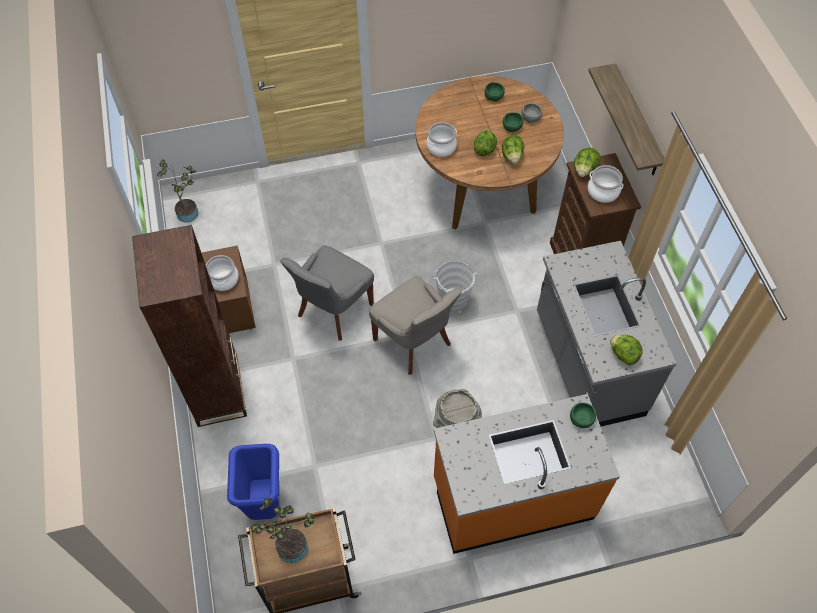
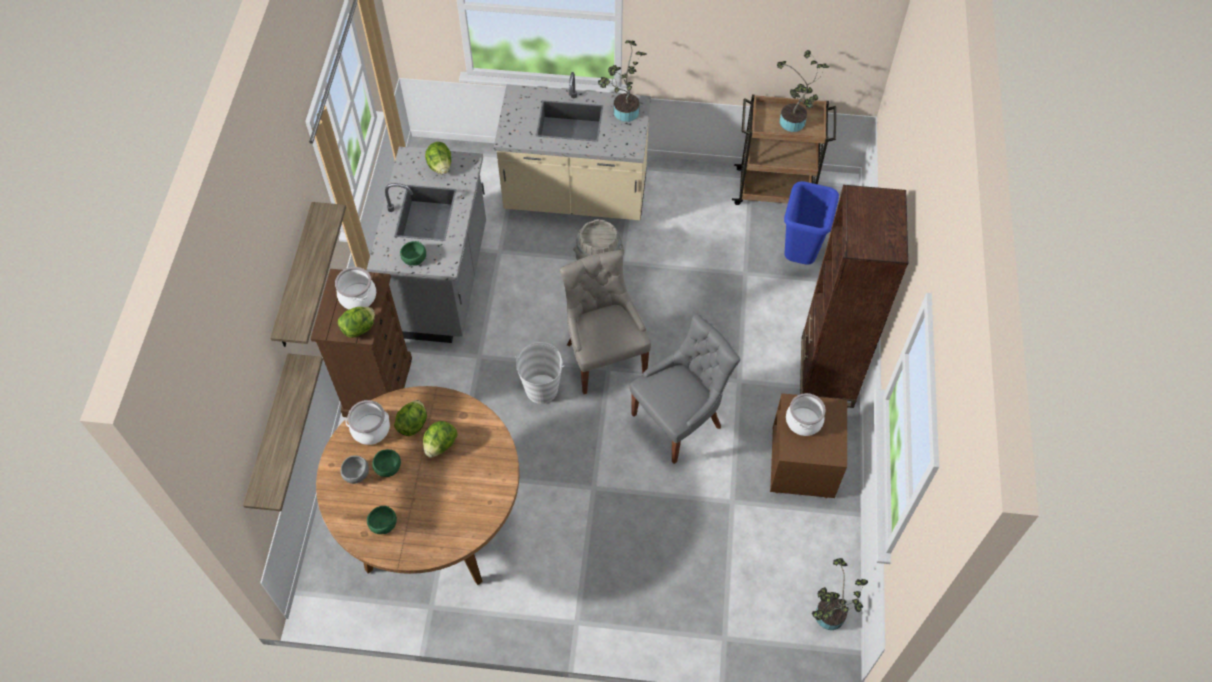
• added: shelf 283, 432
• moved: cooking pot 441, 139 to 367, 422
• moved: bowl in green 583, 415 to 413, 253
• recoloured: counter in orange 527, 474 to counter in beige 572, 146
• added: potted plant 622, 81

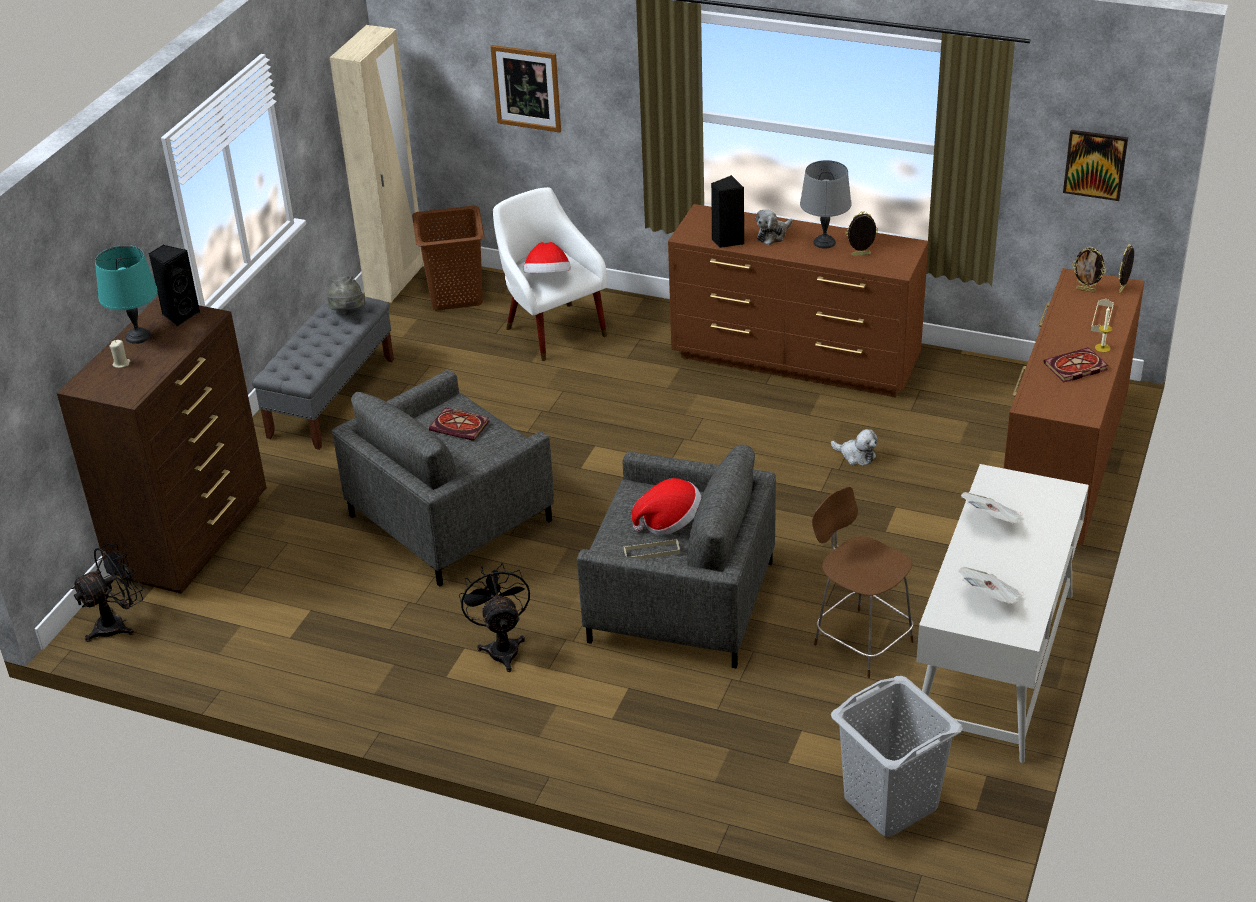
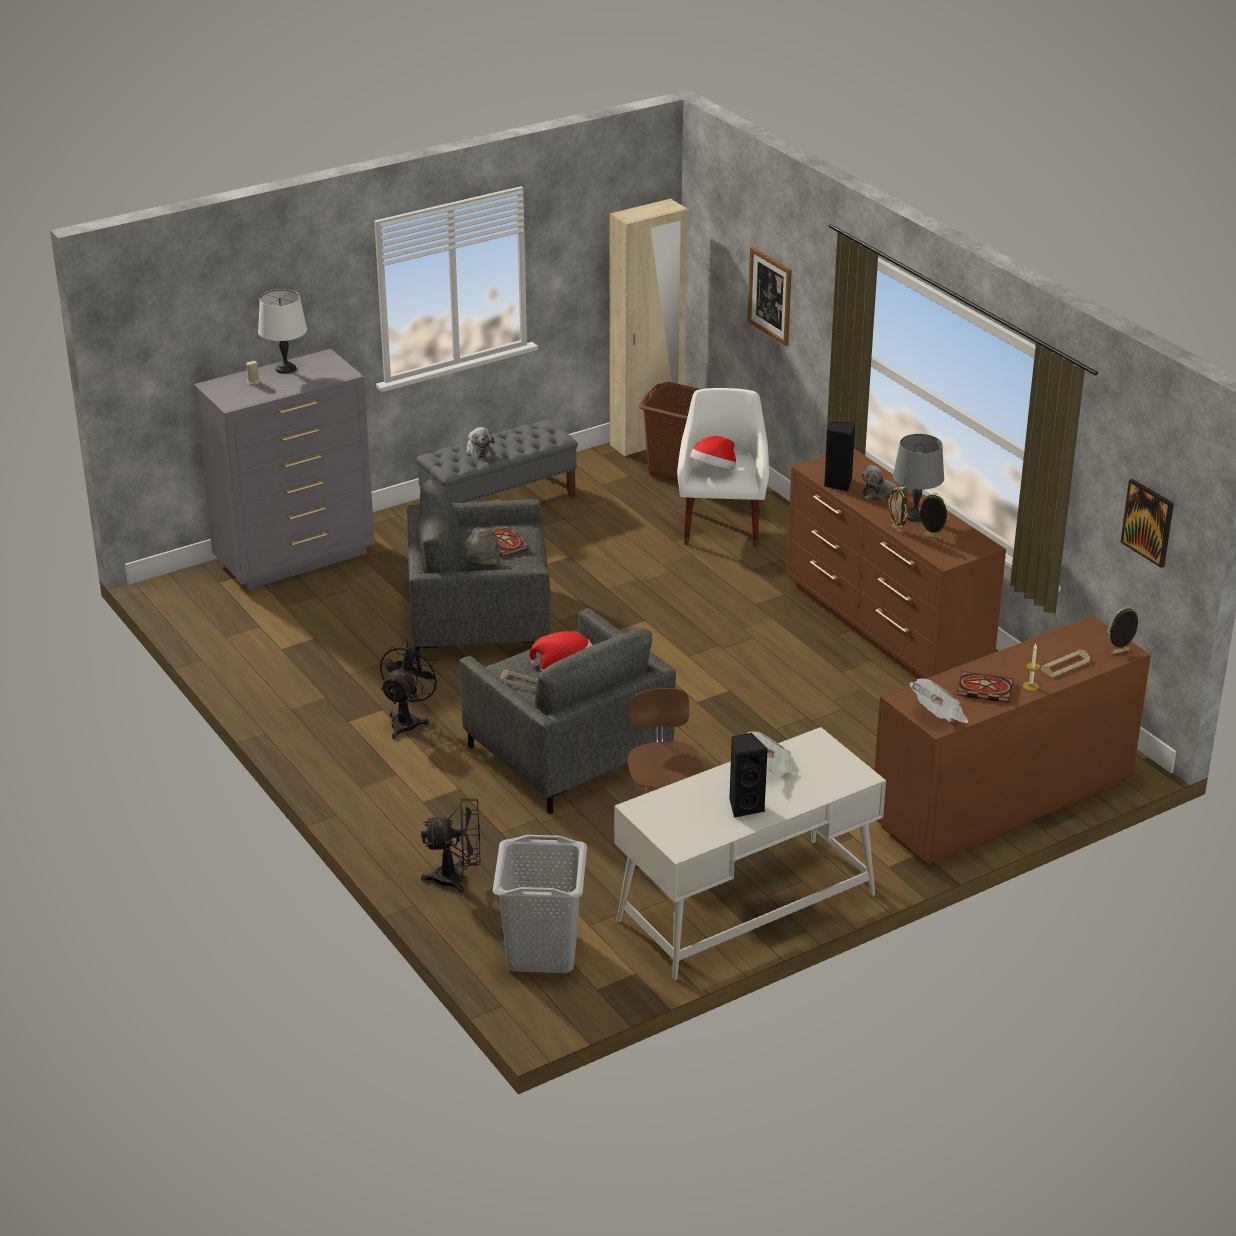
• recoloured: dresser in brown 162, 445 to dresser in grey 284, 469
• recoloured: table lamp in turquoise 126, 294 to table lamp in white 282, 331
• moved: fan in black 107, 592 to 450, 845
• moved: hat in grey 346, 293 to 481, 546
• moved: plush toy 854, 447 to 480, 443
• moved: speaker in black 174, 285 to 748, 775
• moved: picture frame 1089, 270 to 898, 511
• moved: newspaper 991, 585 to 939, 701

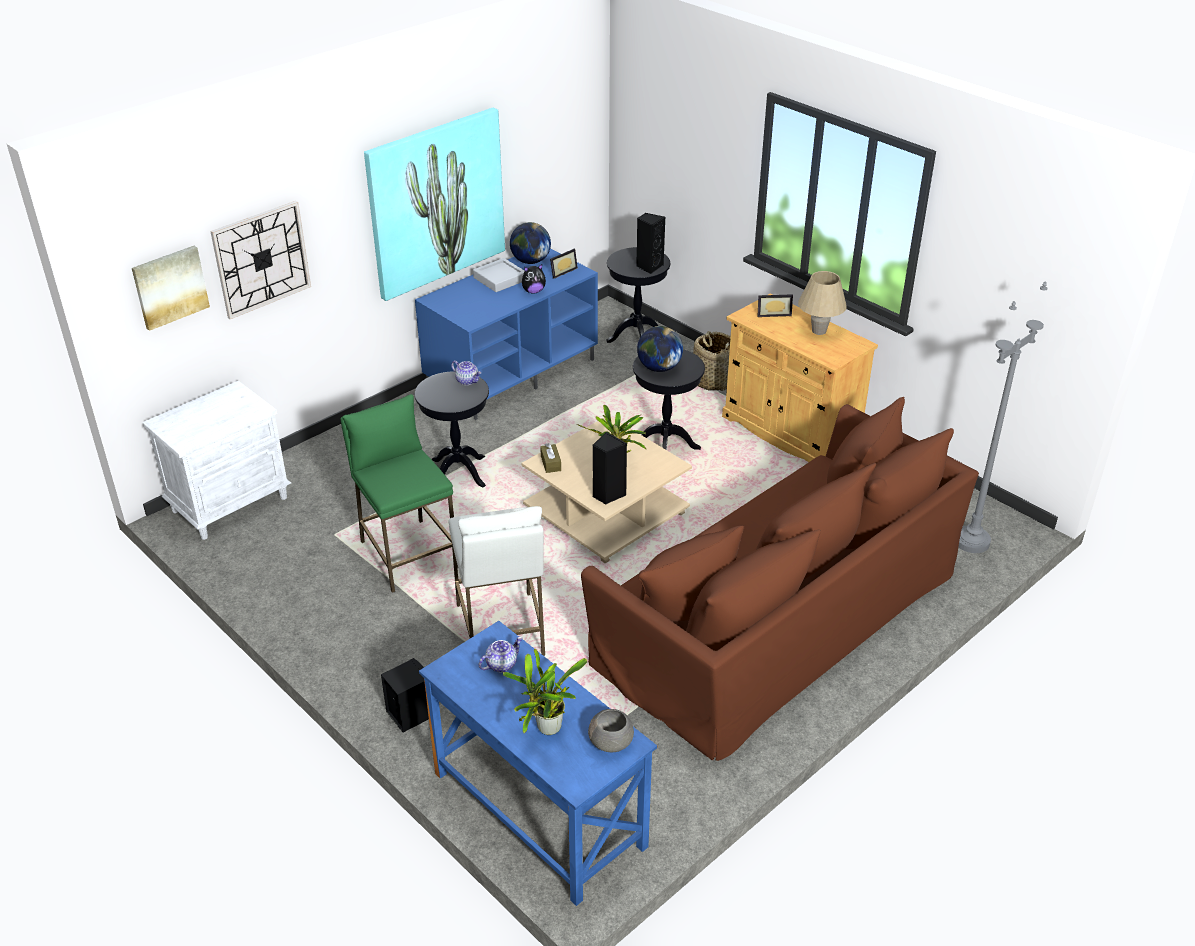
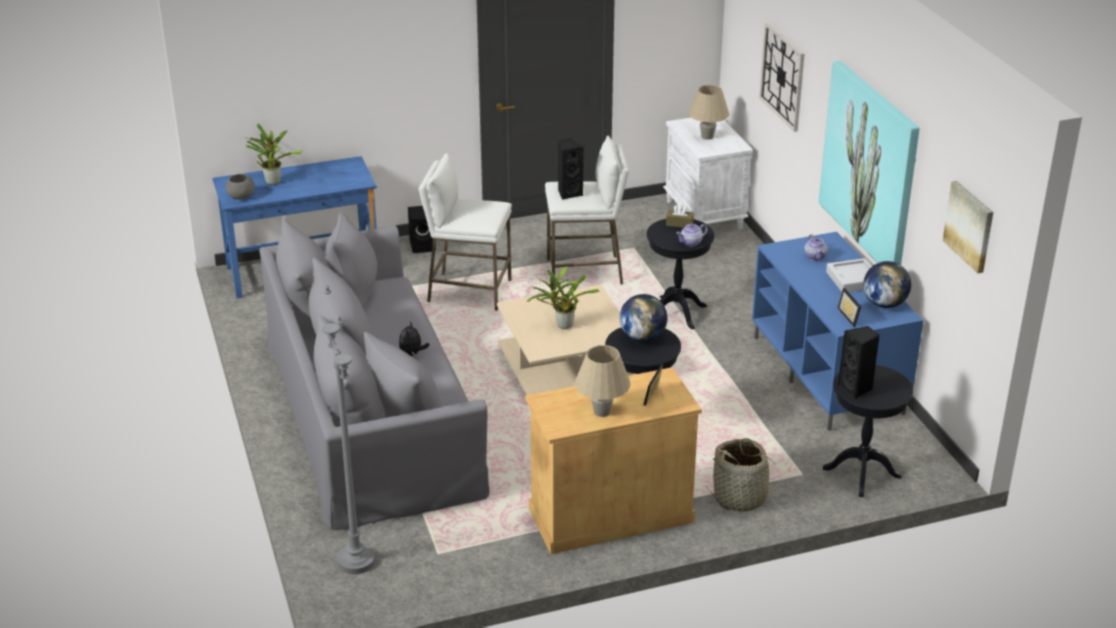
• recoloured: sofa in brown 780, 579 to sofa in grey 374, 370
• moved: plush toy 534, 279 to 414, 338
• recoloured: stool in green 399, 493 to stool in white 587, 210
• moved: speaker in black 610, 468 to 571, 169
• moved: tissue box in brown 550, 458 to 680, 216
• added: table lamp in beige 708, 112
• moved: teapot 501, 654 to 815, 247
• moved: picture 171, 288 to 968, 227

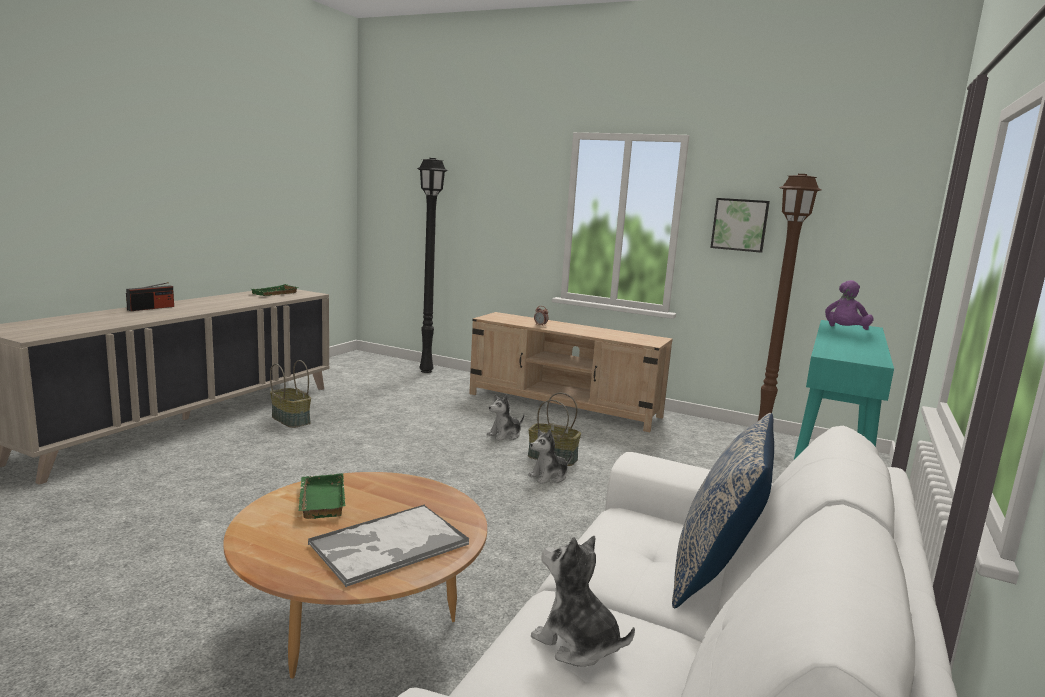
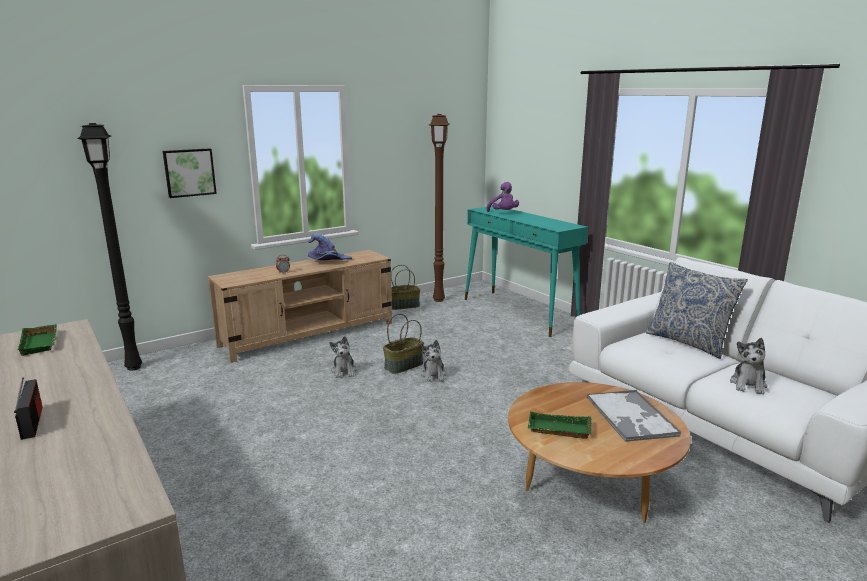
• moved: picture 740, 225 to 190, 173
• added: hat in purple 330, 247
• moved: basket 290, 394 to 405, 287
• turned: plush toy 583, 601 = 748, 366 45 degrees counterclockwise

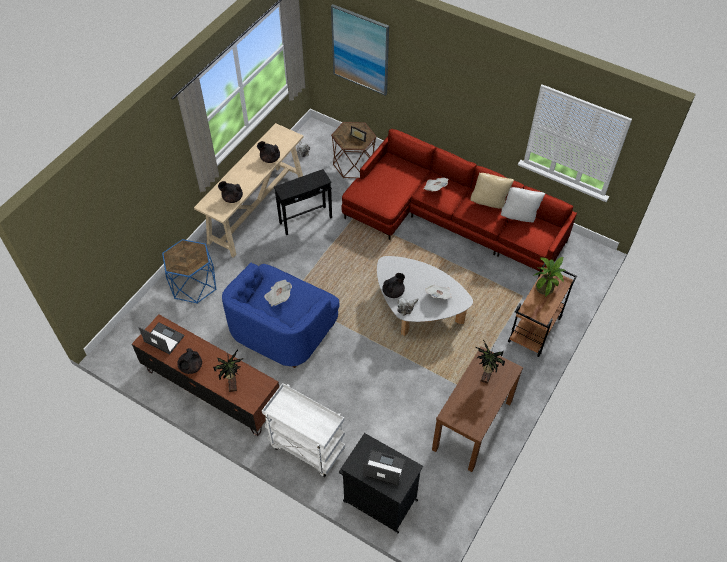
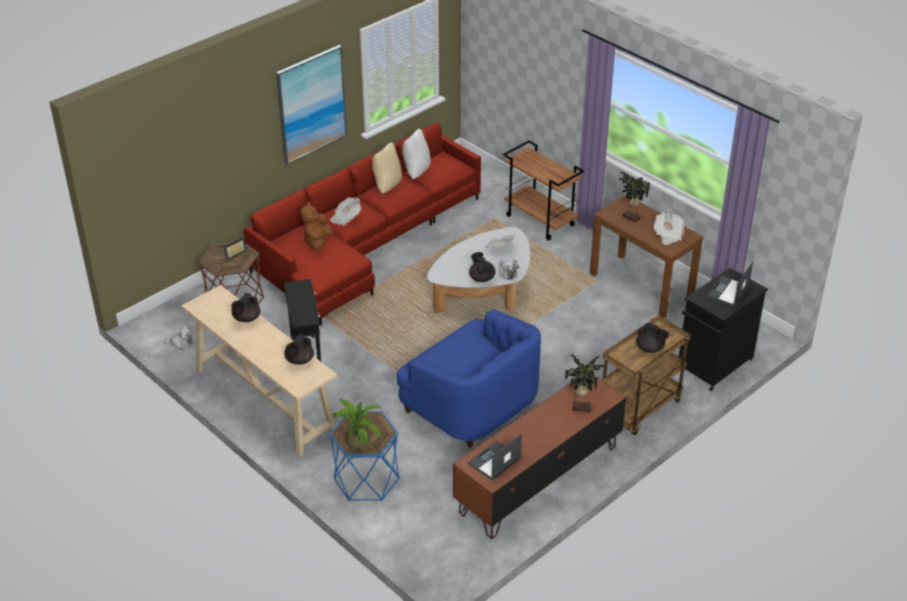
• moved: picture 360, 50 to 311, 105
• added: plush toy in brown 316, 226
• moved: potted plant 550, 277 to 357, 425
• recoloured: cart in white 303, 430 to cart in brown 646, 375
• moved: teapot in black 189, 361 to 652, 338
• moved: newspaper 278, 293 to 668, 227

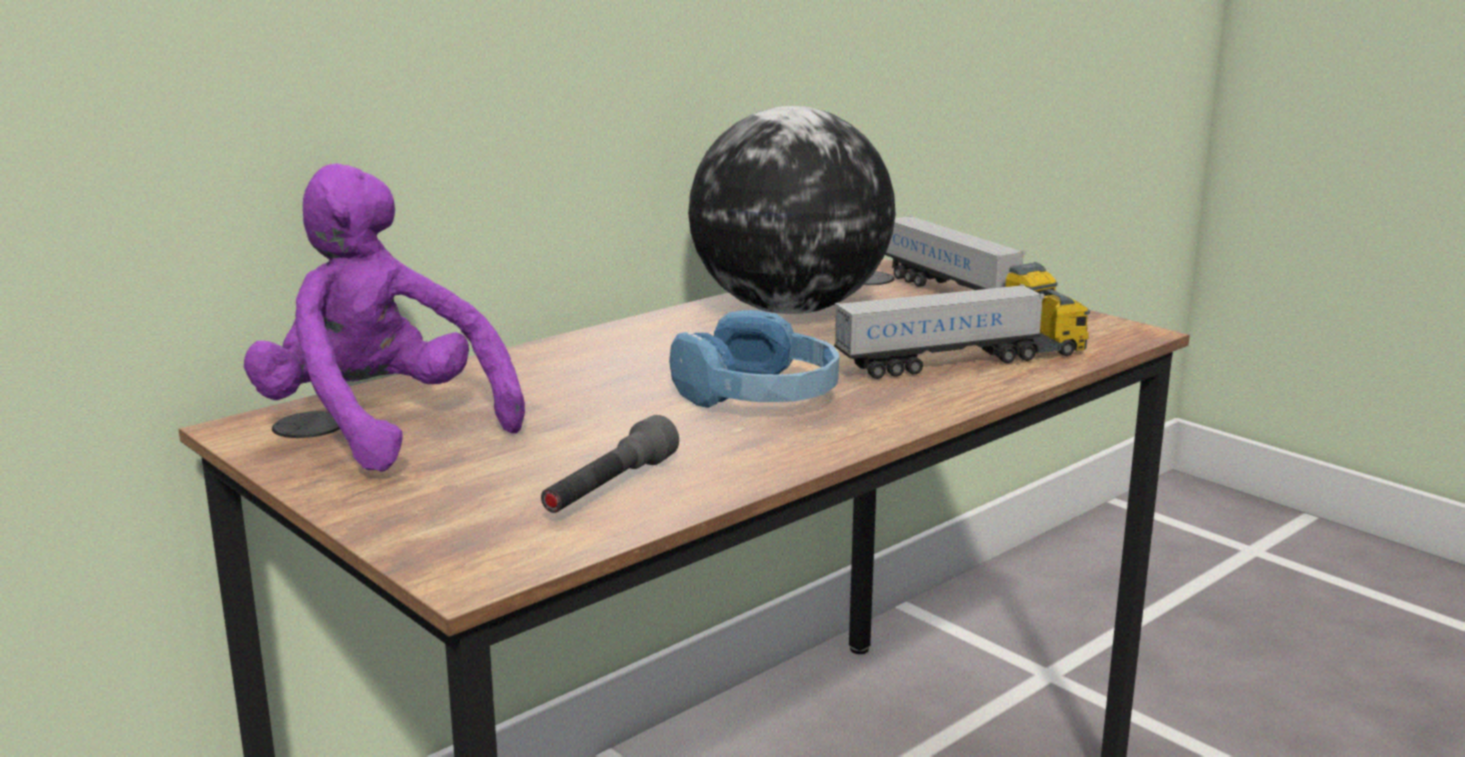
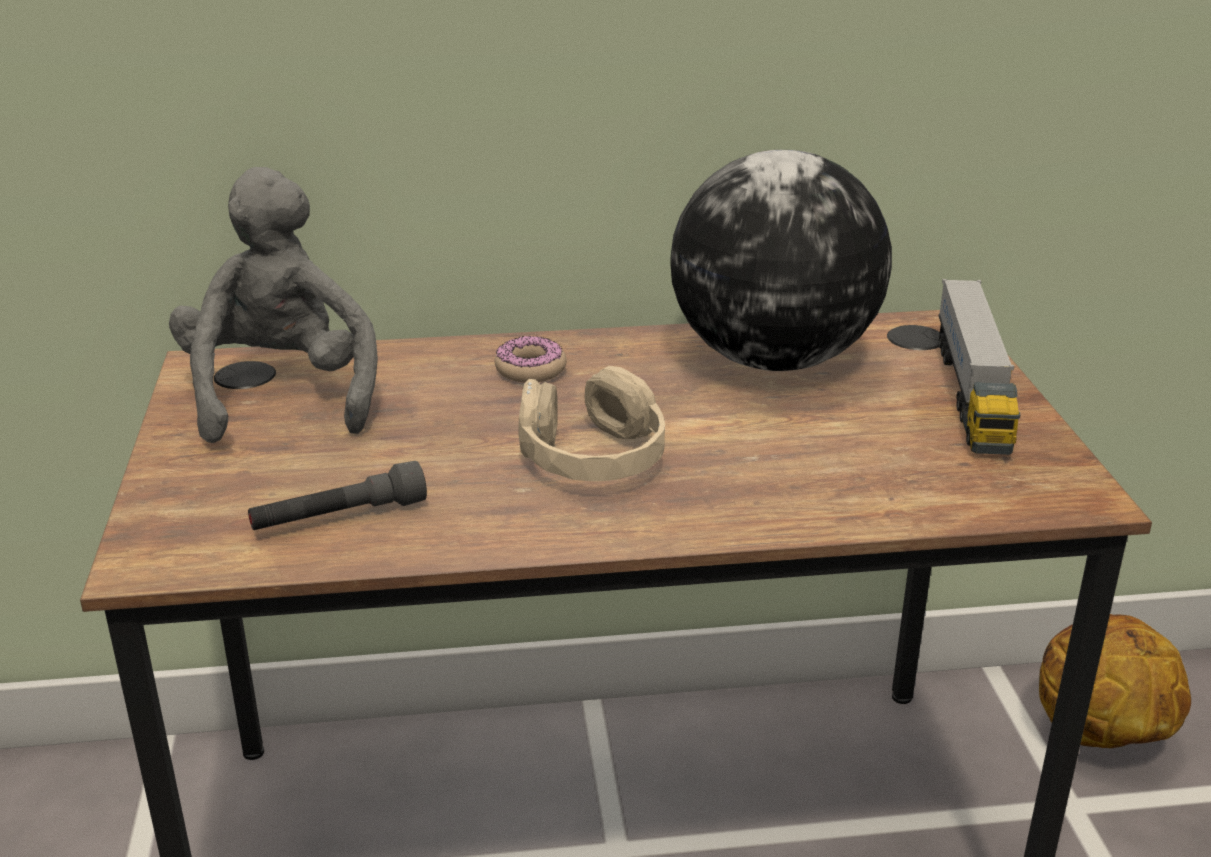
• recoloured: plush toy in purple 384, 317 to plush toy in grey 273, 305
• added: donut 531, 359
• recoloured: headphones in blue 754, 359 to headphones in beige 591, 423
• added: basketball 1115, 681
• removed: toy truck 962, 331

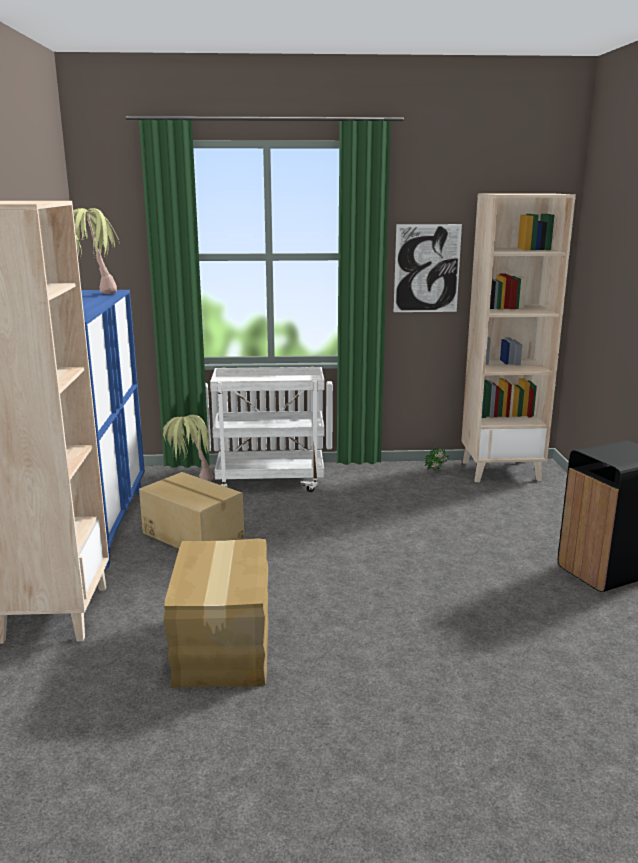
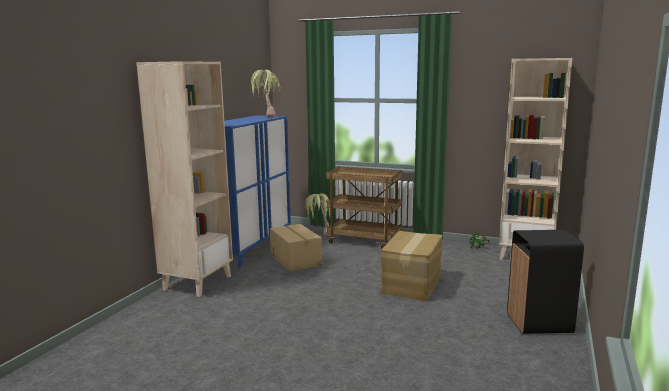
• recoloured: cart in white 267, 429 to cart in brown 364, 208
• moved: cardboard box 216, 613 to 412, 266
• removed: picture 428, 268

